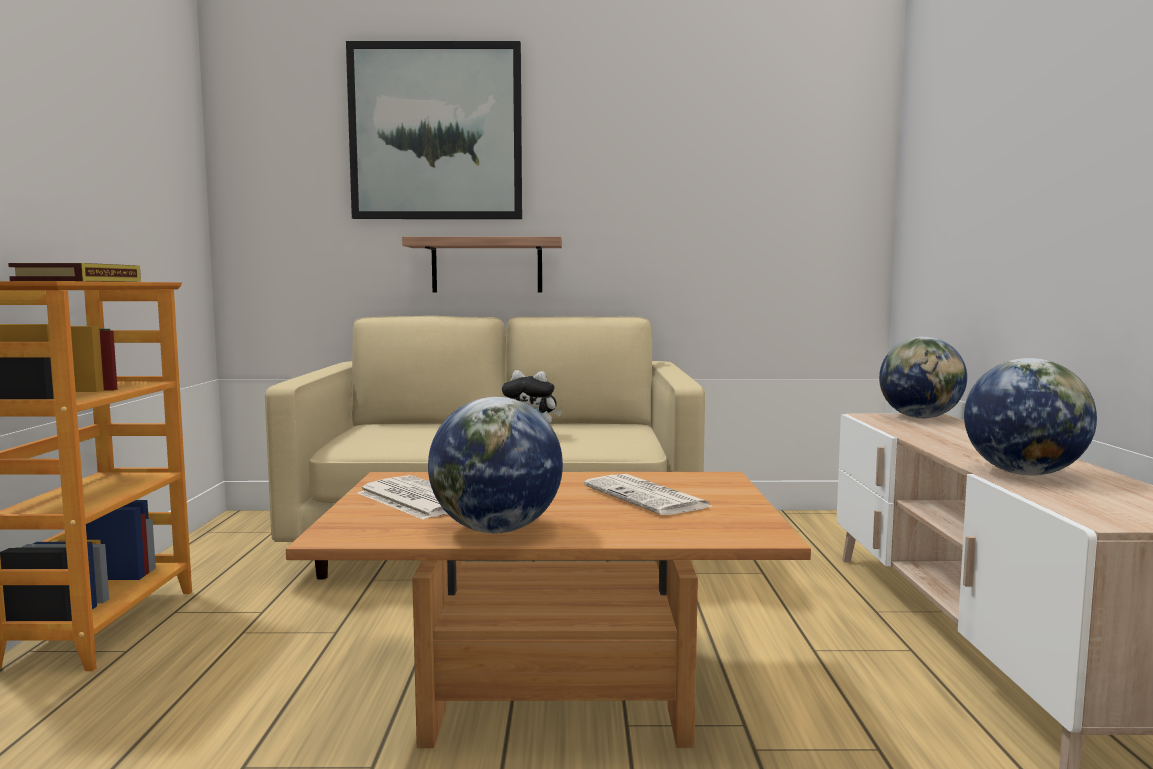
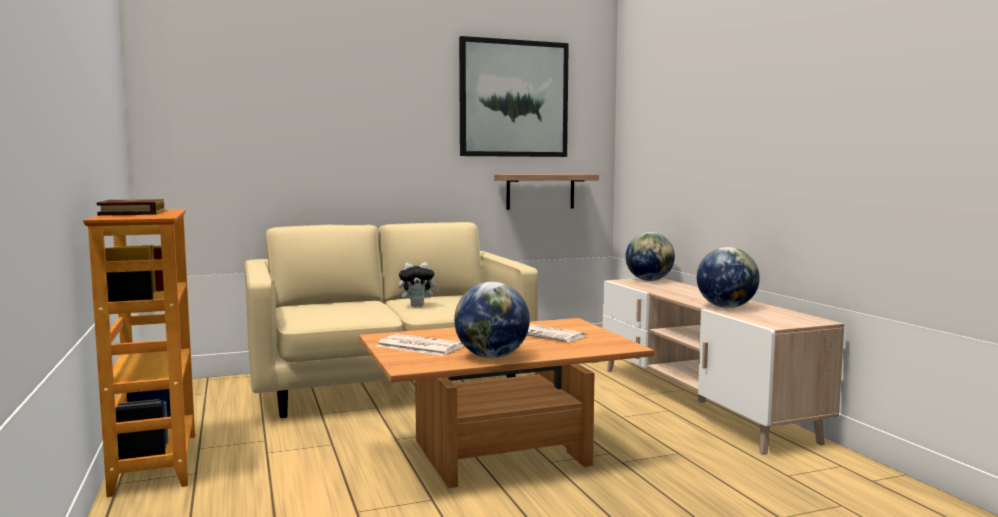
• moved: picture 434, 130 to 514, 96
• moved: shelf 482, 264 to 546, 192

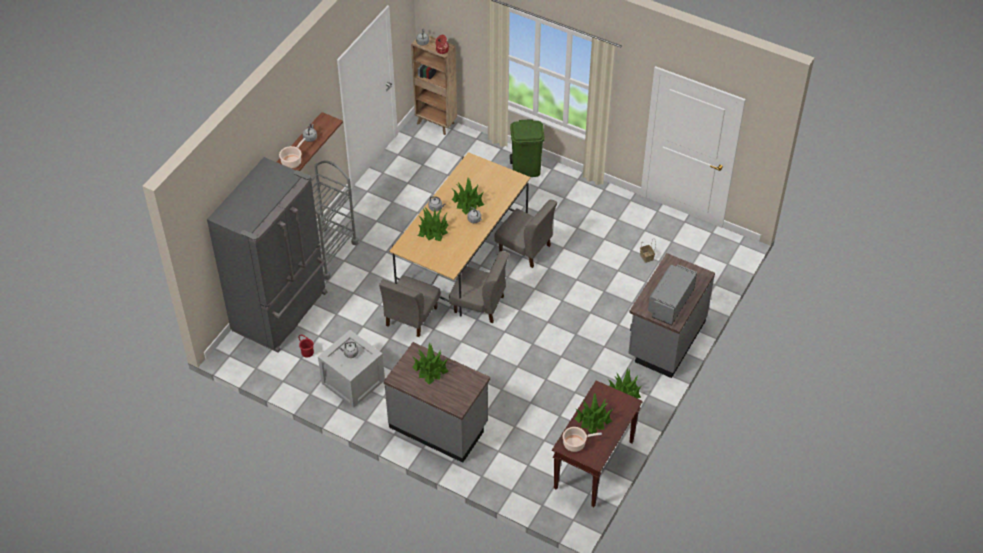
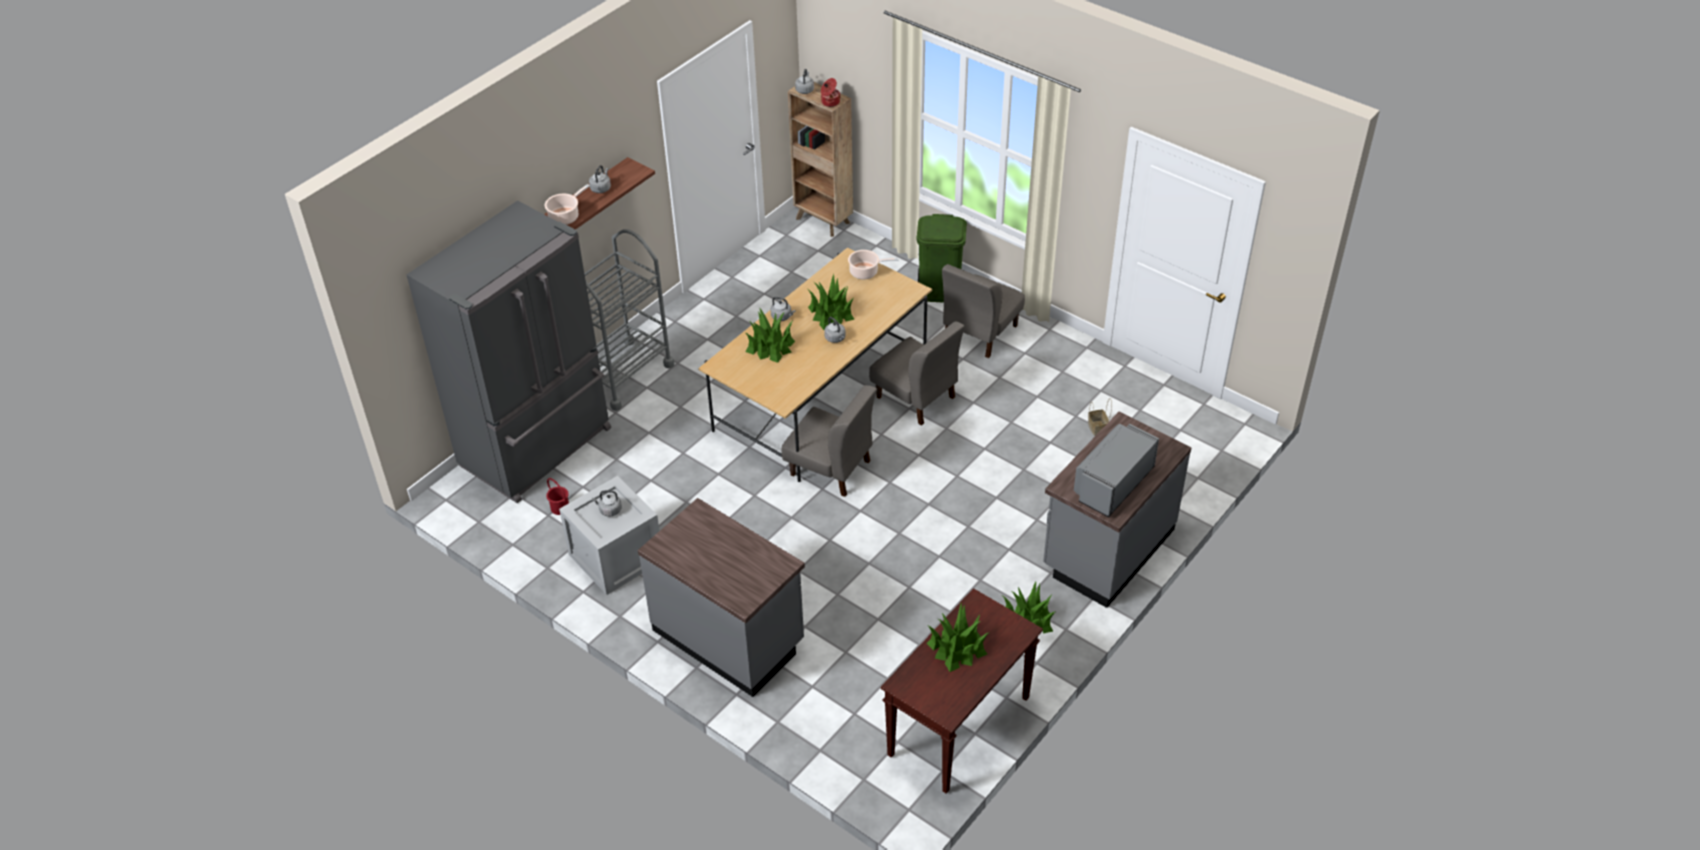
• moved: cooking pot 582, 439 to 873, 264
• moved: chair in grey 410, 306 to 983, 311
• removed: potted plant 431, 364

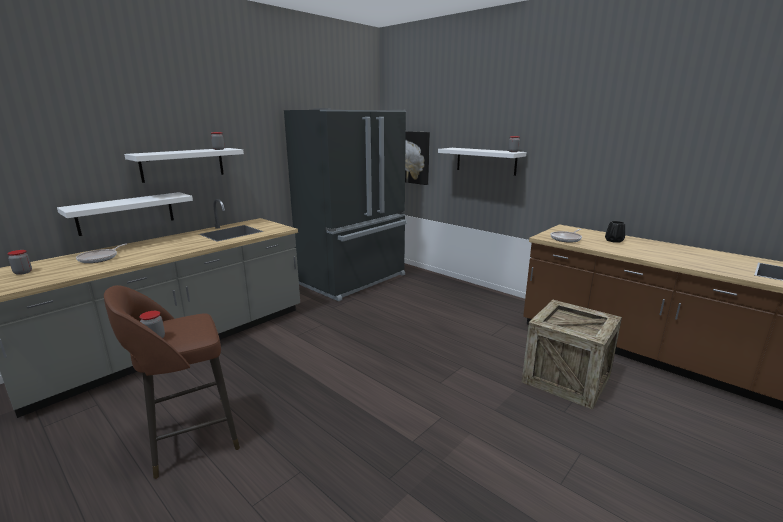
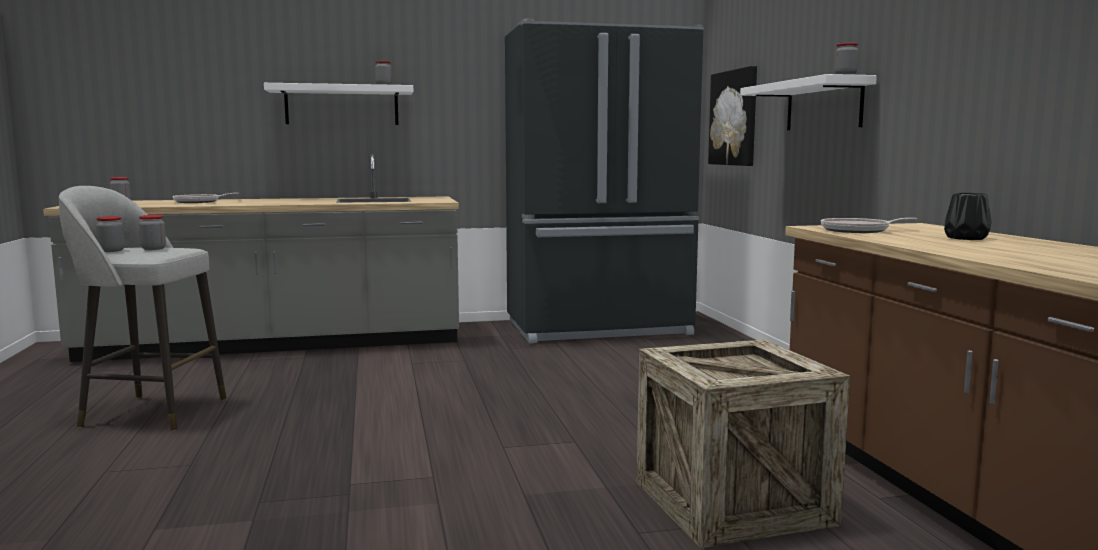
• recoloured: stool in brown 172, 382 to stool in grey 143, 308
• added: jar 152, 232
• removed: shelf in white 125, 214

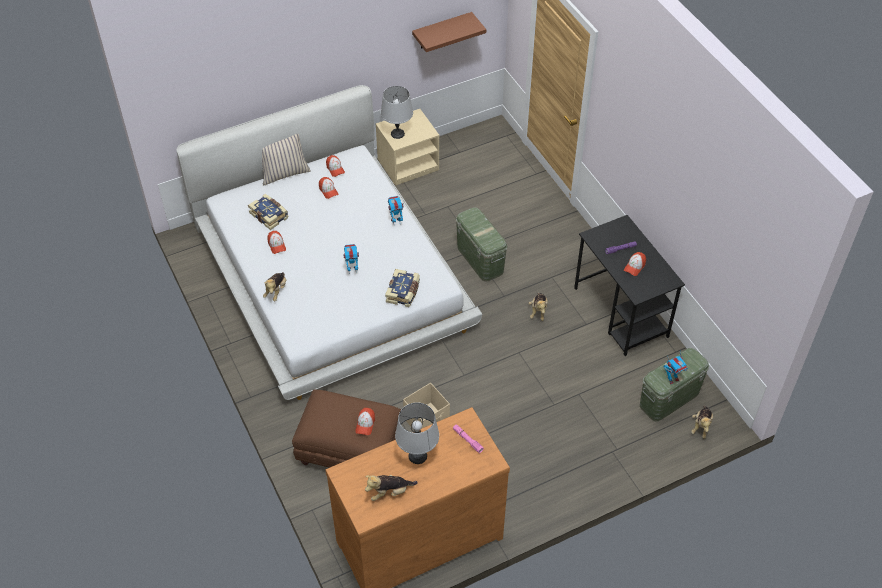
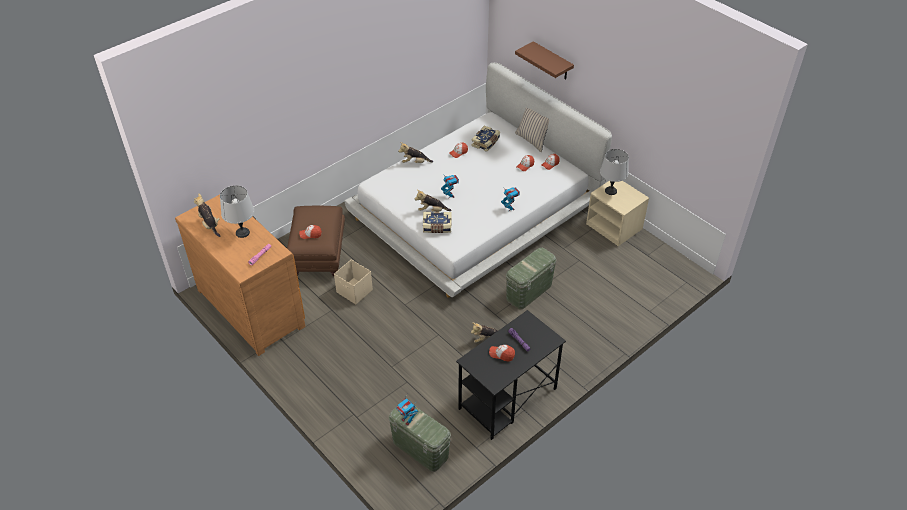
• moved: plush toy 702, 422 to 433, 201
• moved: shelf in brown 449, 32 to 544, 60

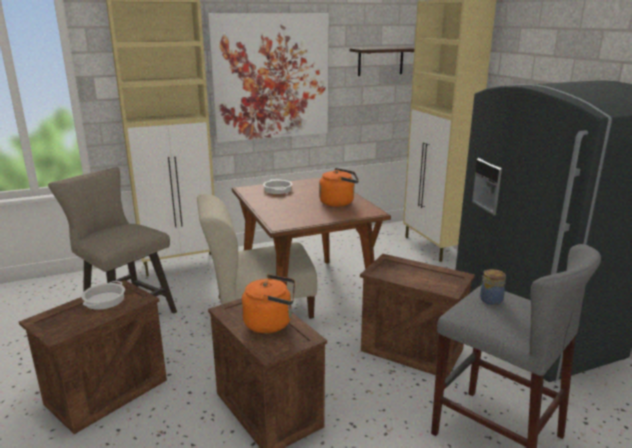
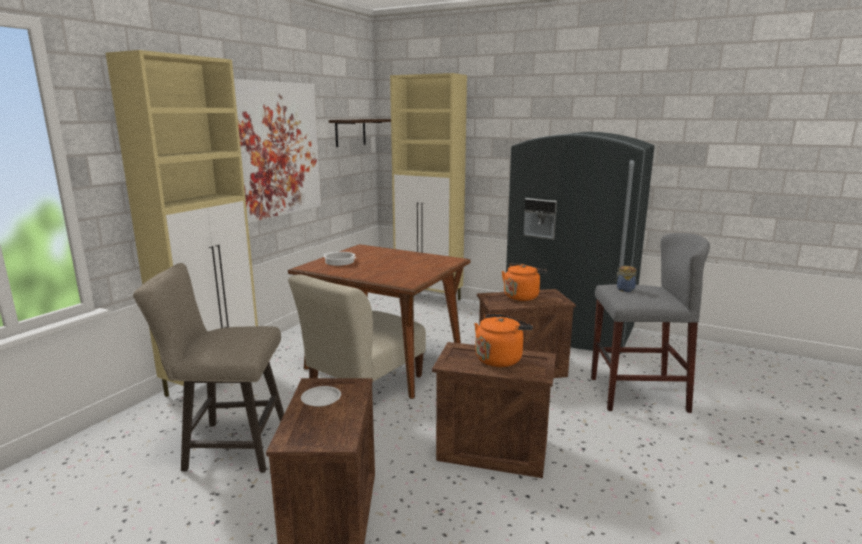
• replaced: cooking pot 103, 295 to plate in white 321, 396
• moved: kettle in orange 339, 187 to 524, 282

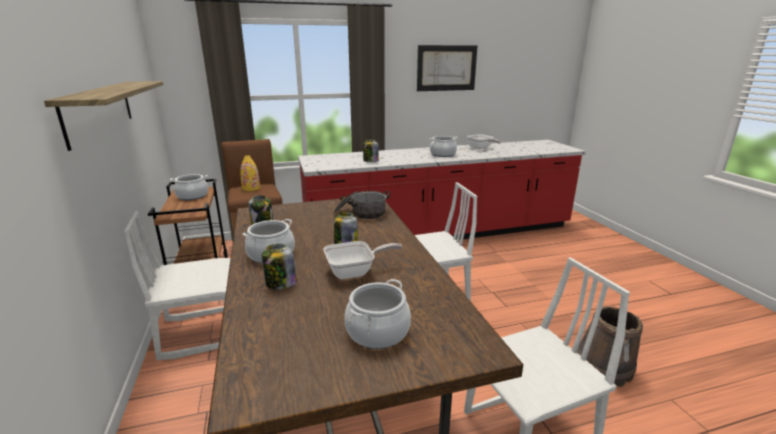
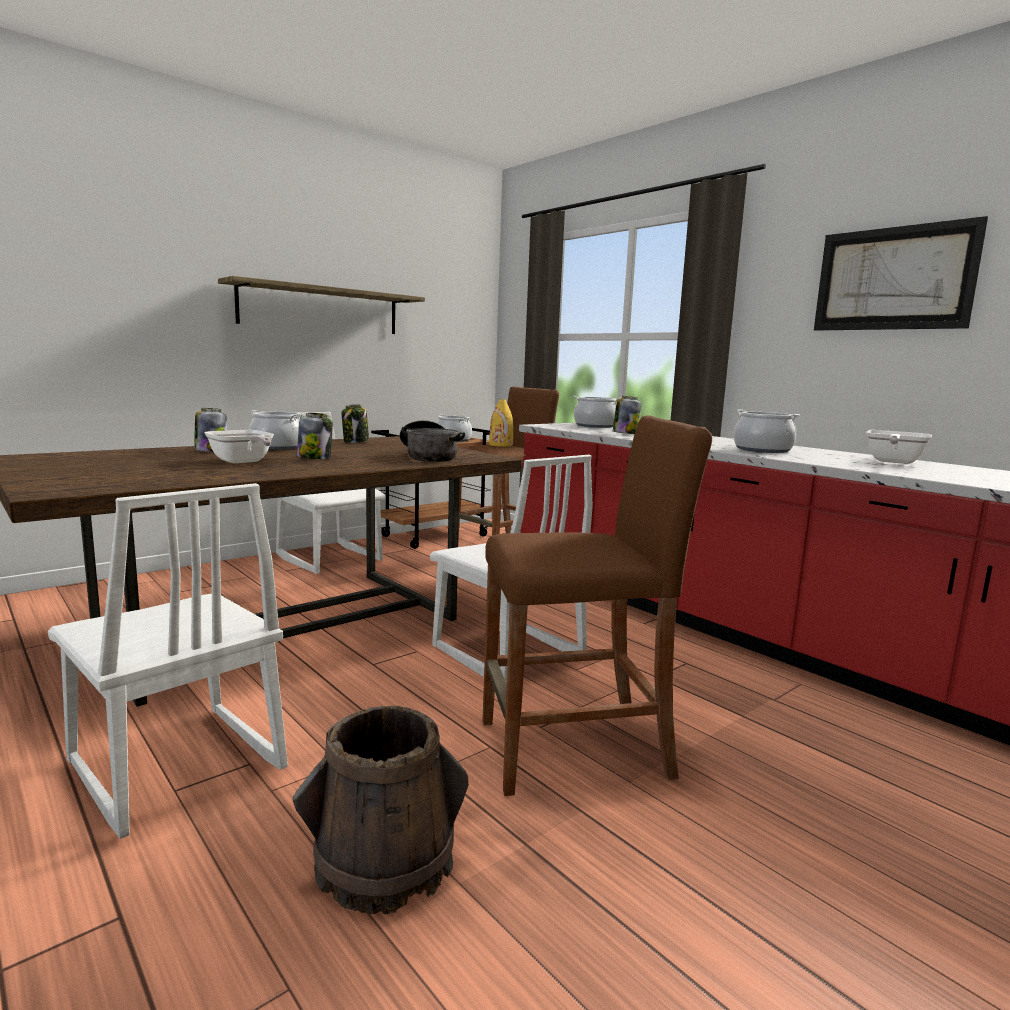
• added: stool in brown 597, 605
• moved: cooking pot 378, 314 to 597, 412

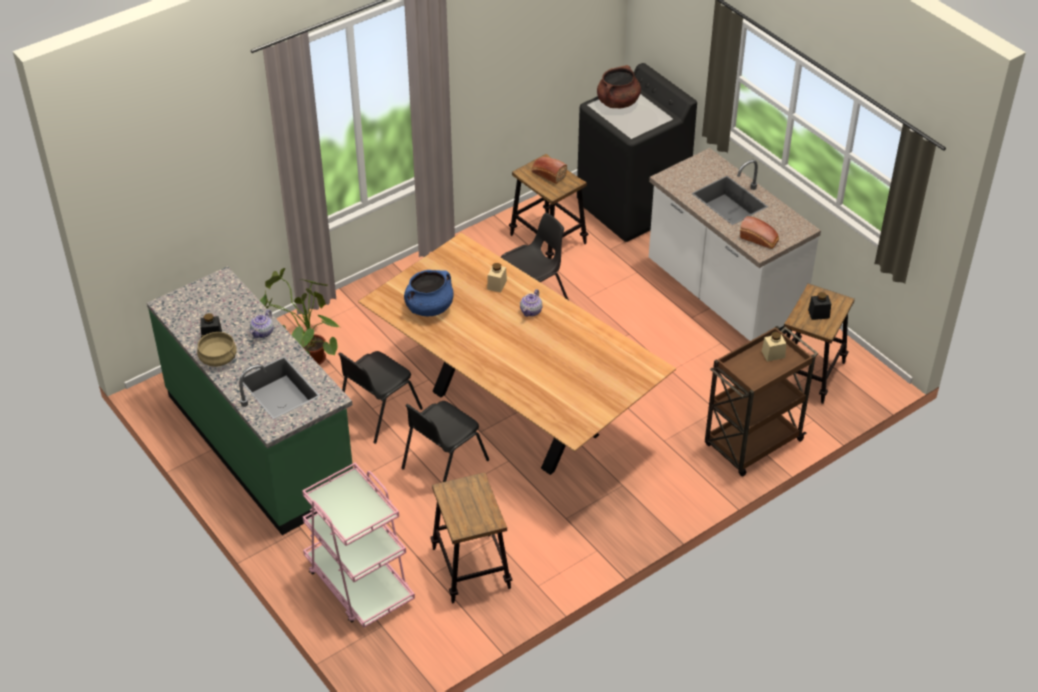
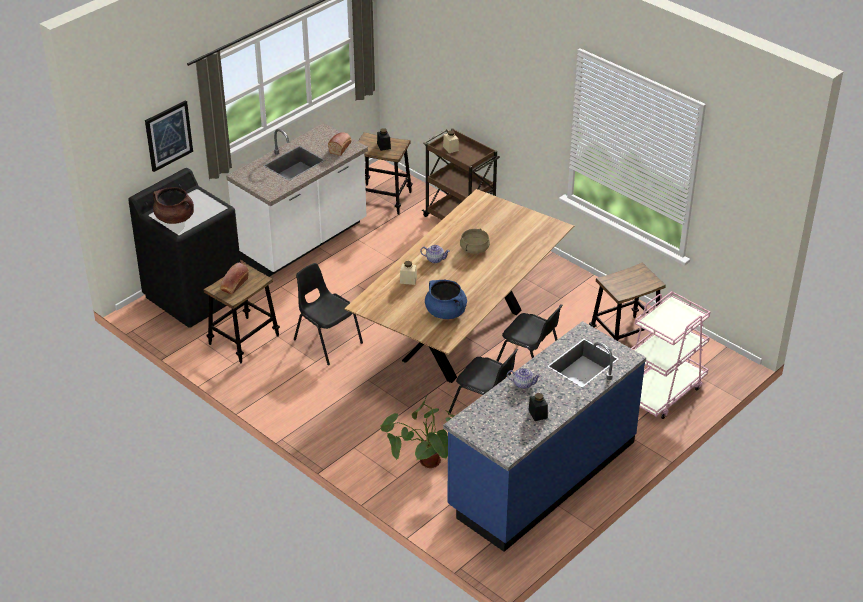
• added: picture 169, 136
• recoloured: counter in green 250, 400 to counter in blue 544, 436
• moved: cooking pot in beige 217, 349 to 475, 241

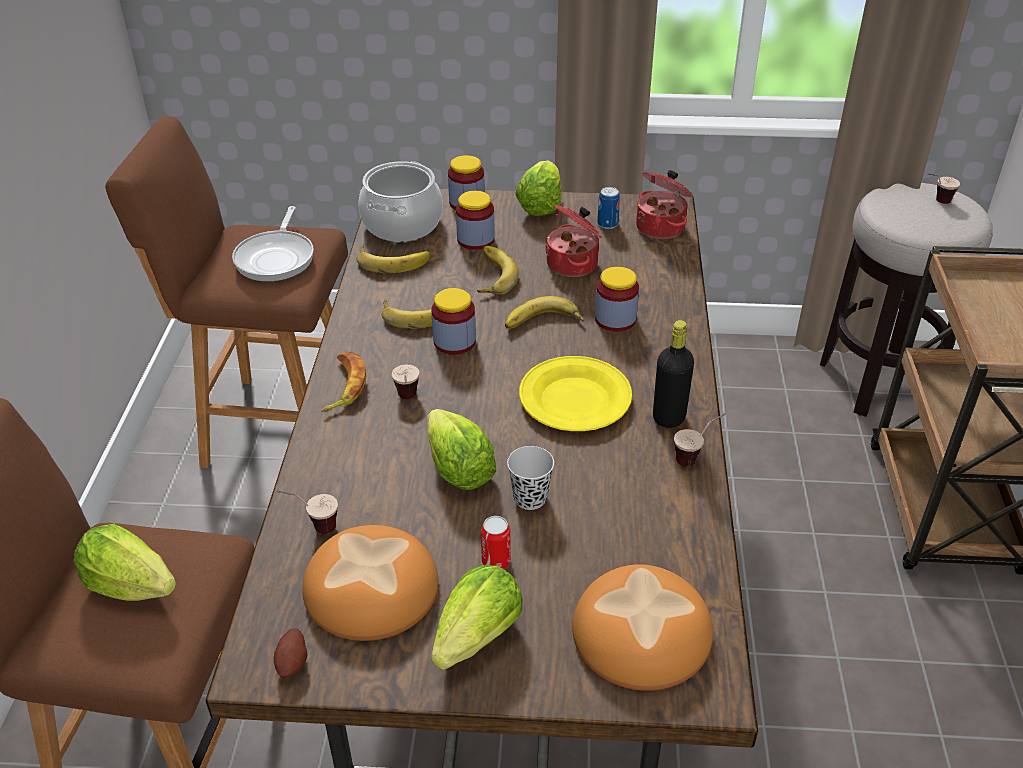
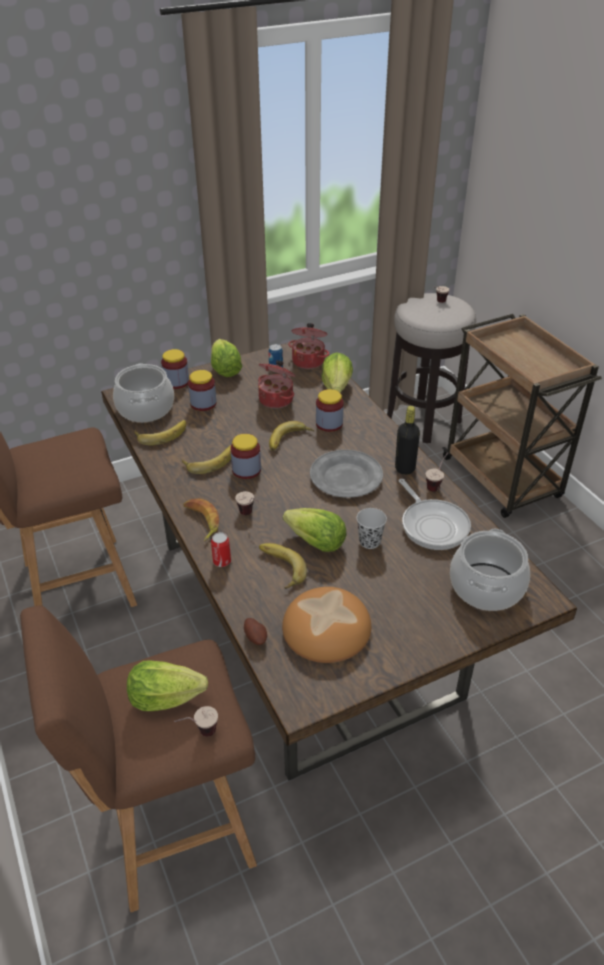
• moved: cup 307, 512 to 196, 721
• moved: can 496, 542 to 221, 549
• moved: potato 291, 653 to 255, 631
• moved: banana 498, 270 to 283, 566
• recoloured: plate in yellow 575, 393 to plate in grey 346, 474
• moved: lettuce 477, 617 to 337, 372
• moved: frying pan 273, 244 to 434, 514
• replaced: bread 642, 627 to cooking pot 490, 570

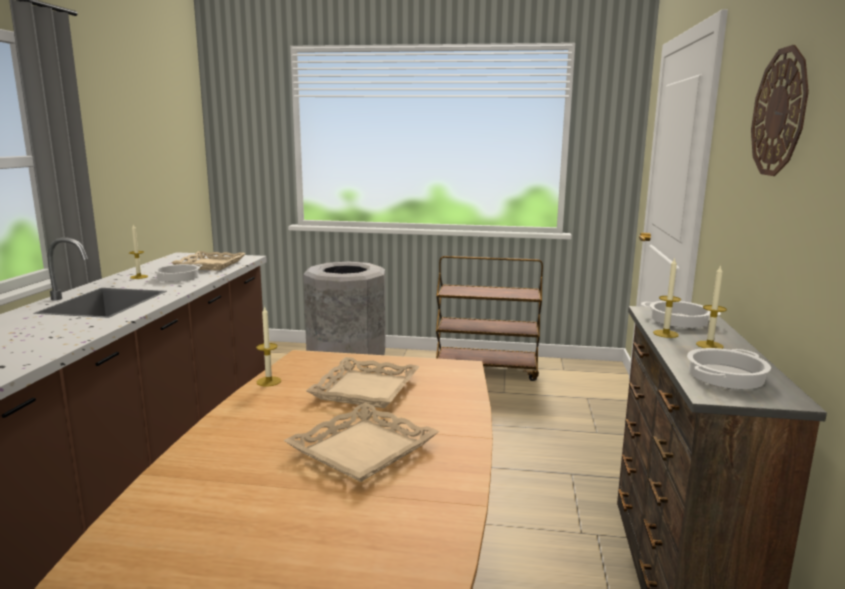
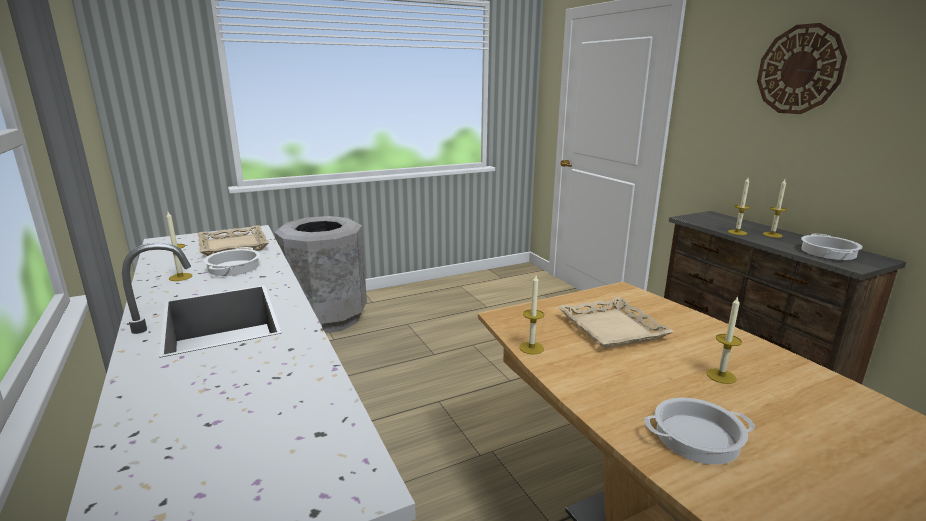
• moved: cooking pot 681, 314 to 699, 431
• replaced: tray in beige 361, 442 to candle 724, 340
• removed: cart in brown 489, 318

